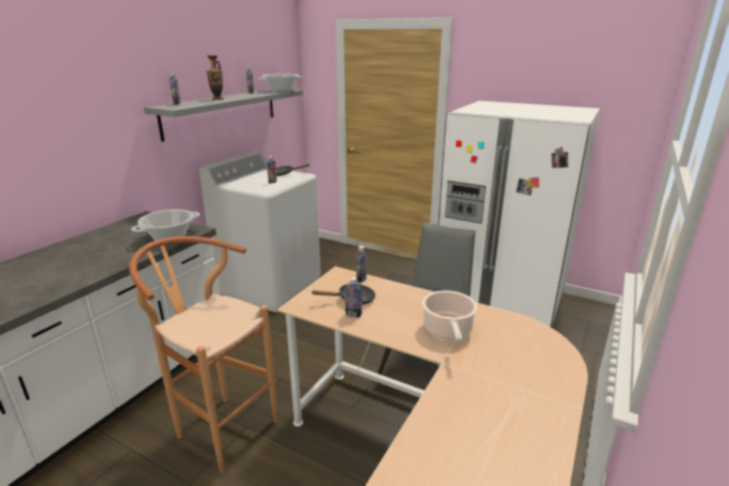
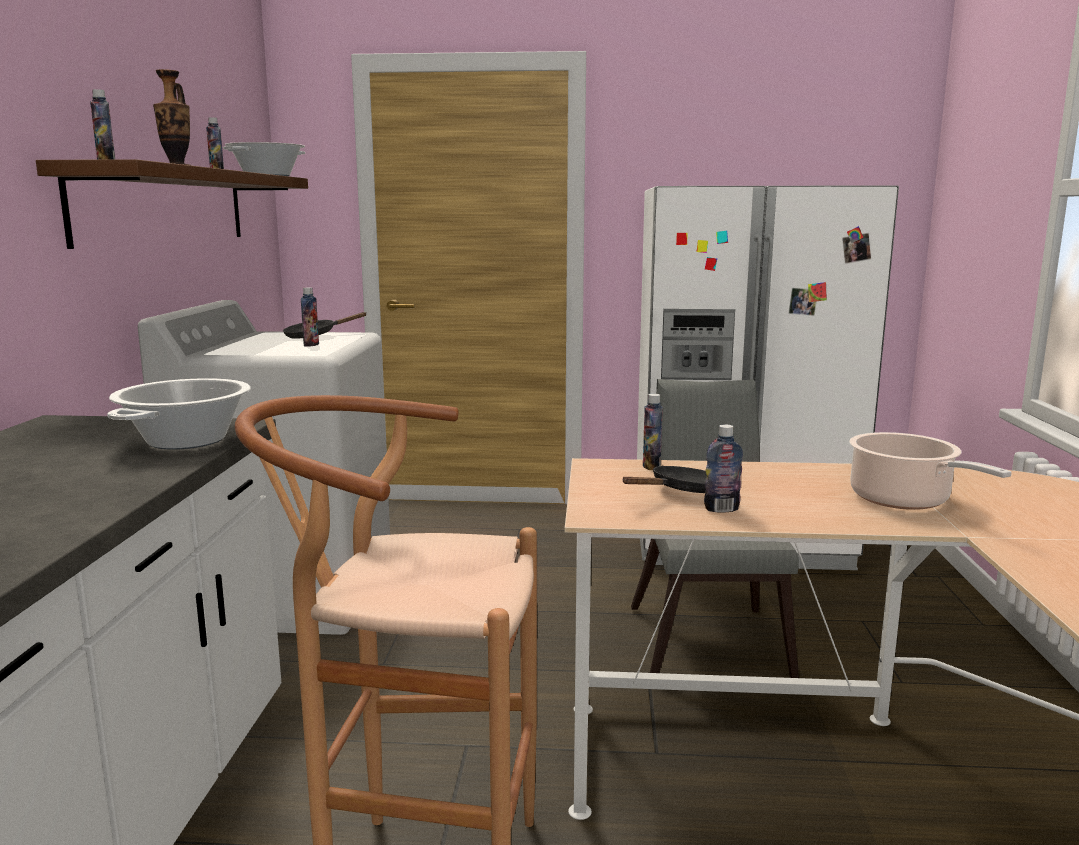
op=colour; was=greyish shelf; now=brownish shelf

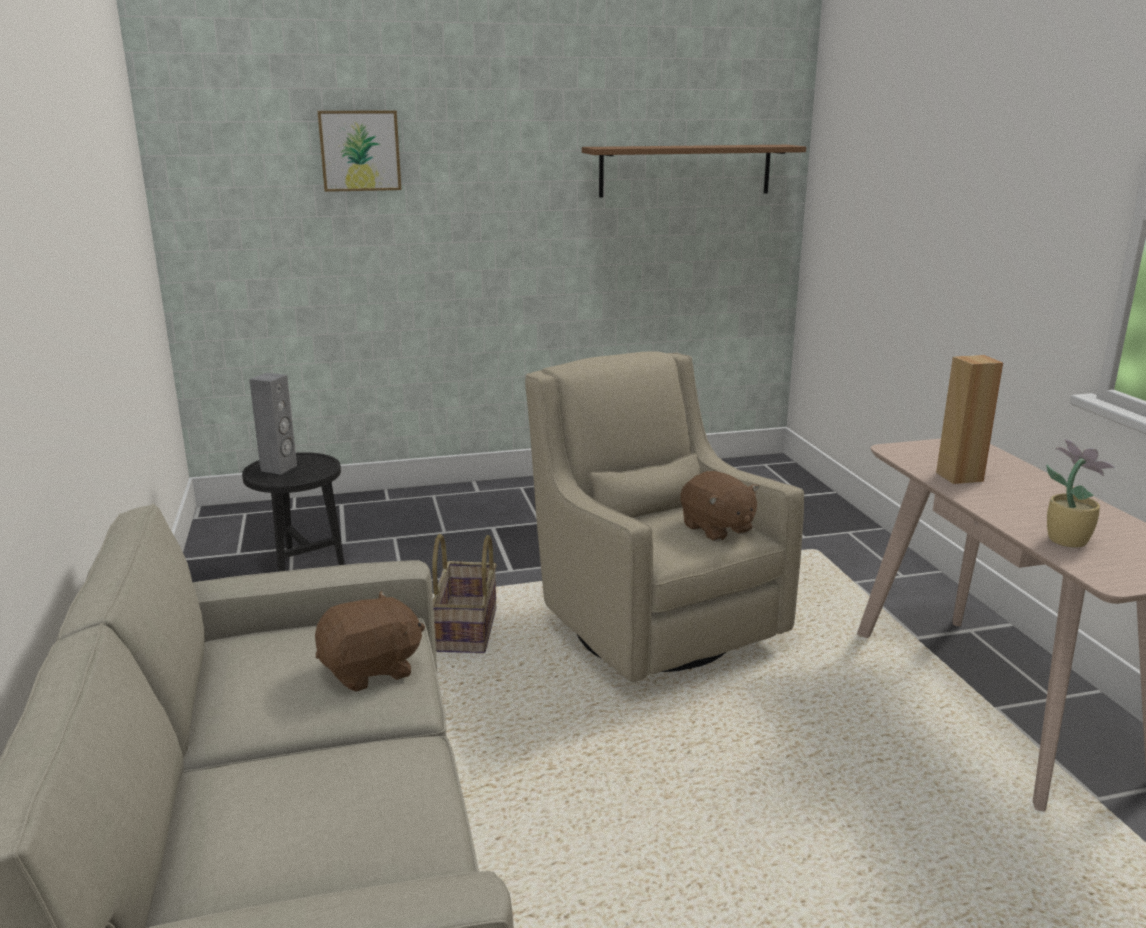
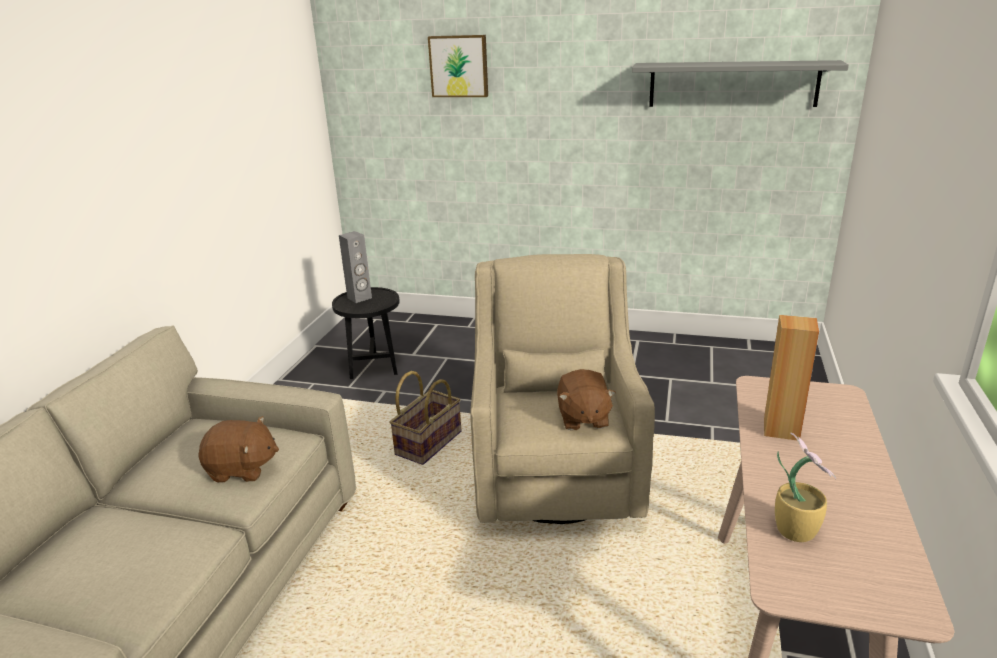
op=colour; was=brownish shelf; now=greyish shelf

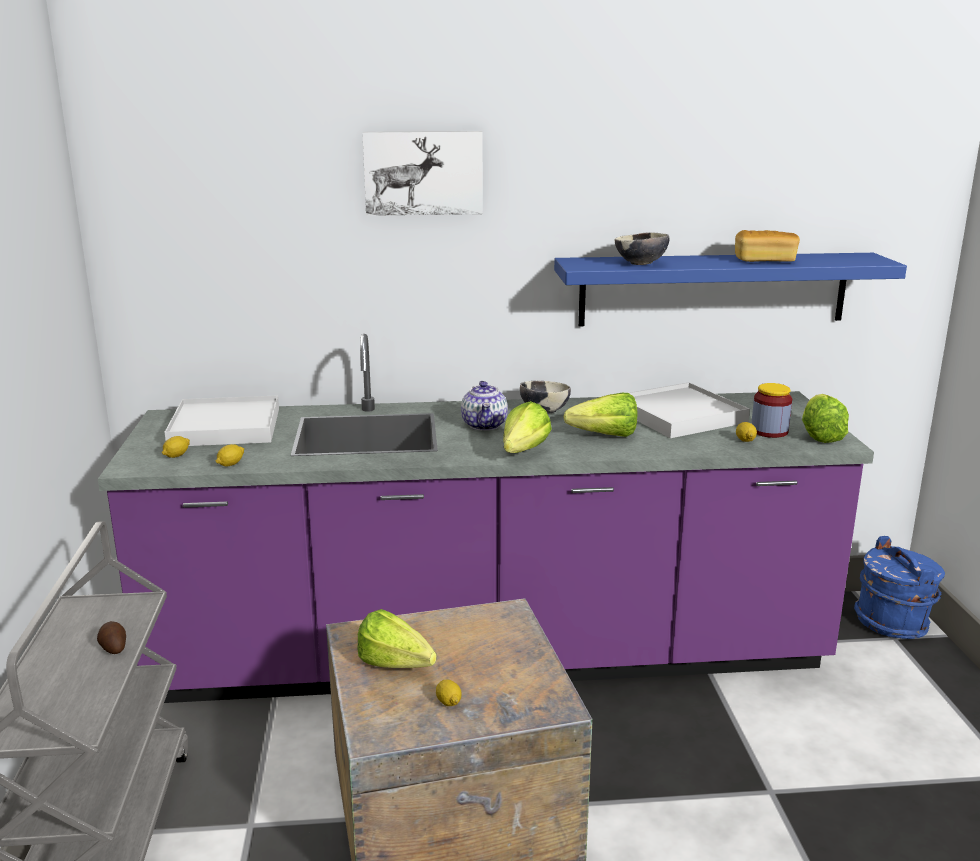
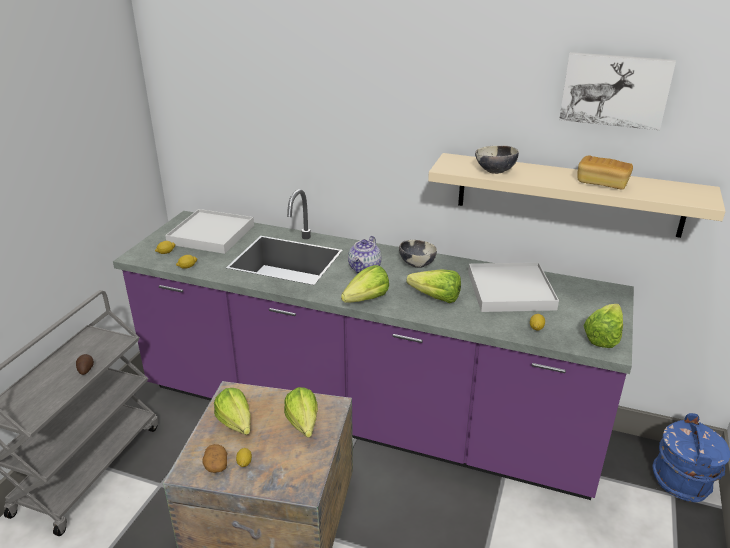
op=appeared; now=potato (no. 2 from left)
op=appeared; now=head of lettuce (no. 2 from left)
op=colour; was=blue shelf; now=beige shelf
op=relocated; was=wall art
op=missing; was=preserve jar

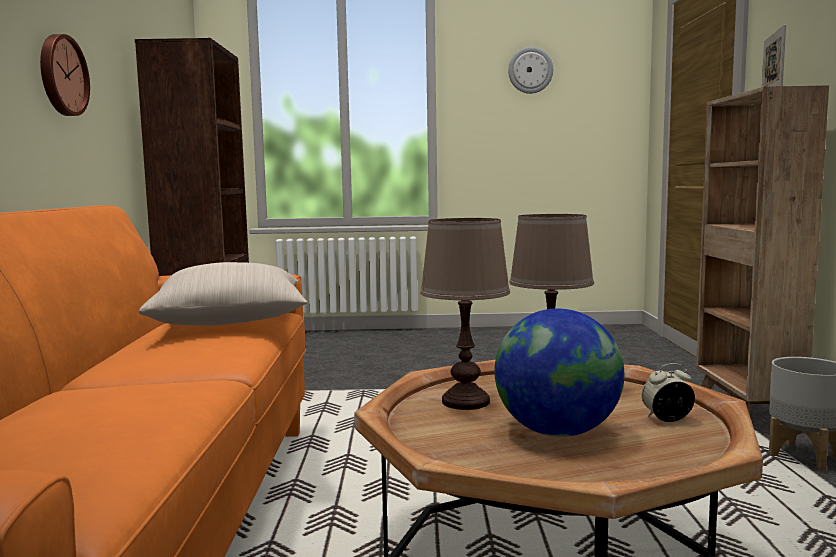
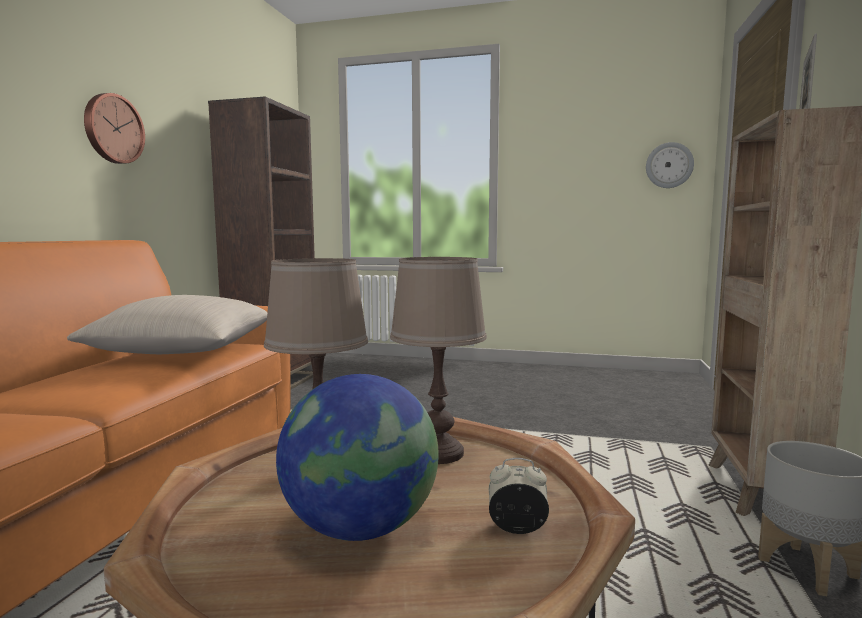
op=relocated; was=hanging clock (no. 2 from left)

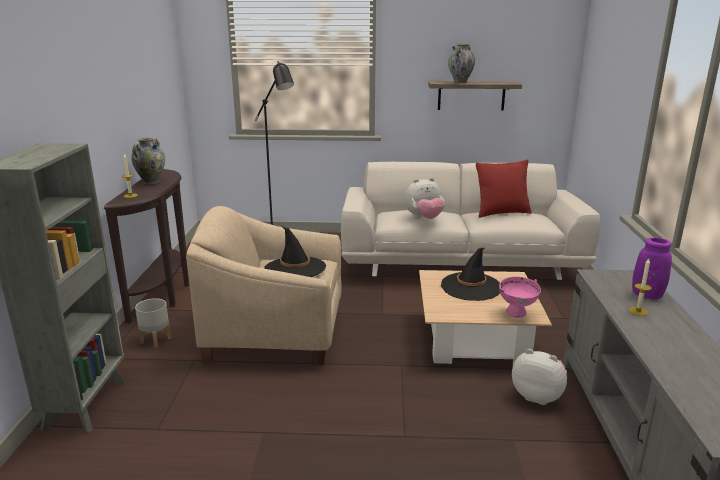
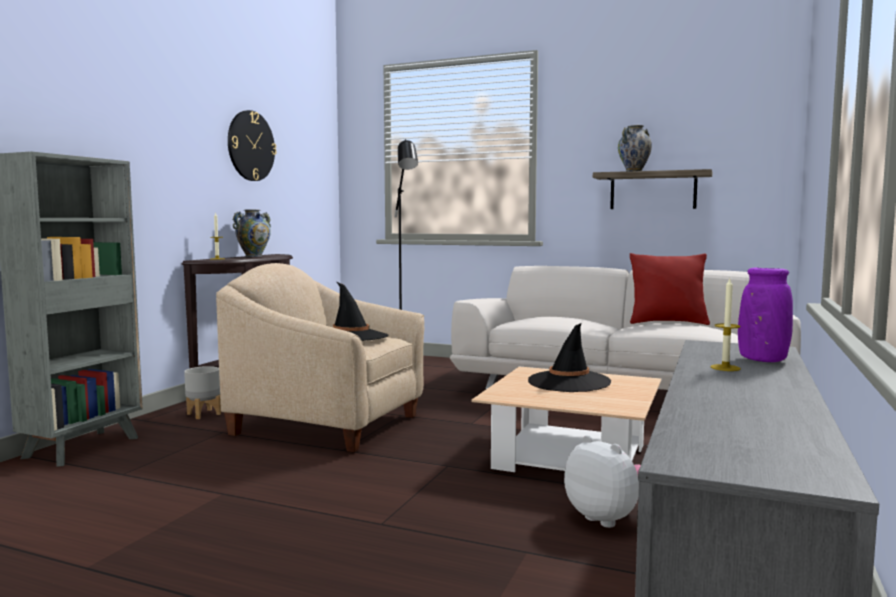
op=appeared; now=hanging clock
op=missing; was=plush toy (no. 1 from left)
op=missing; was=pinkish bowl

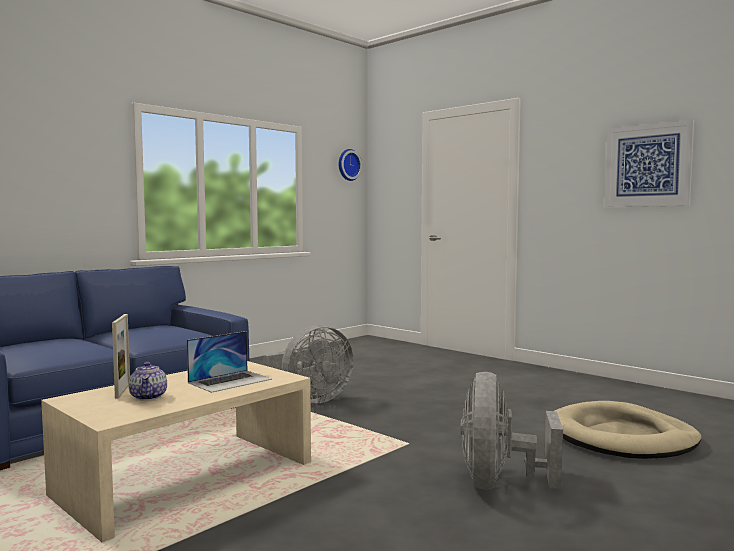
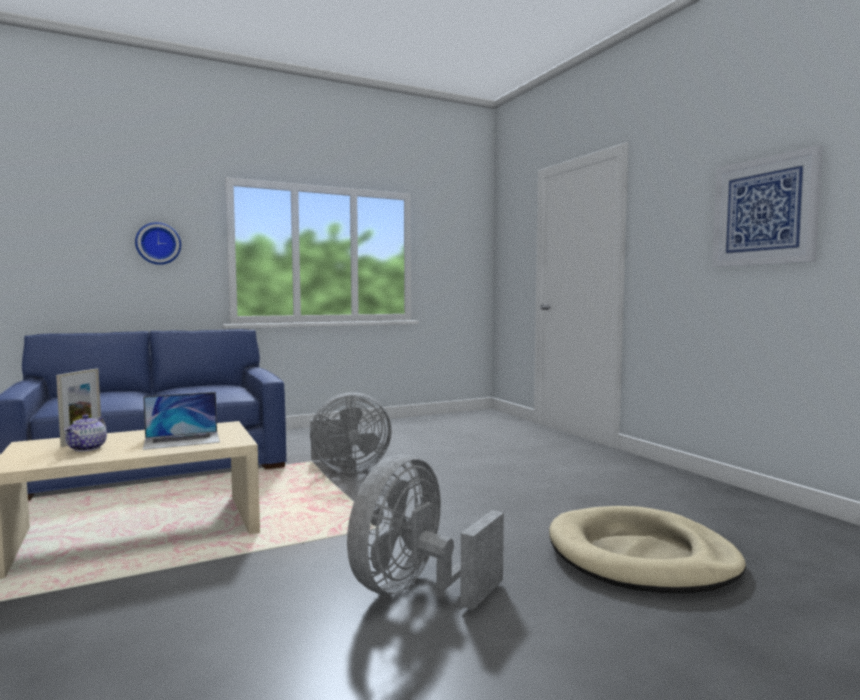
op=relocated; was=hanging clock

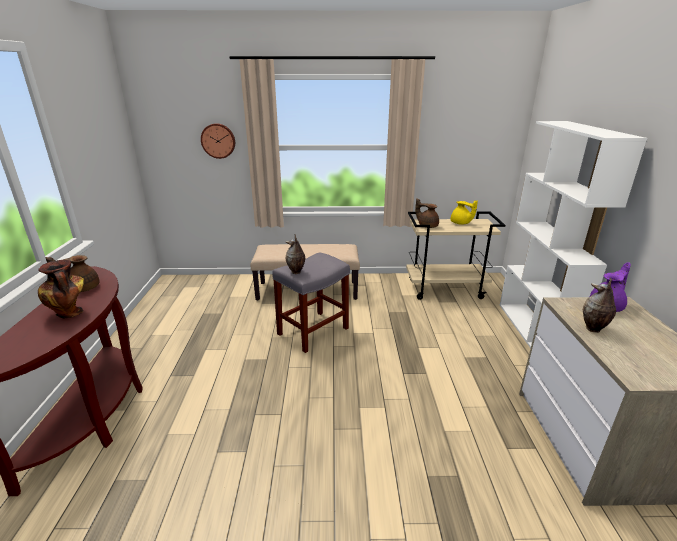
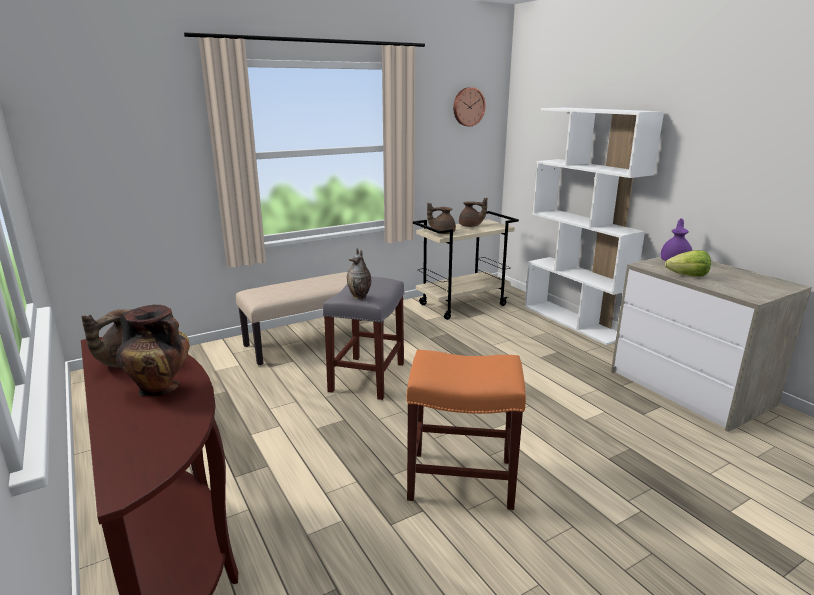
op=appeared; now=orangey sitting stool
op=relocated; was=hanging clock
op=colour; was=yellow-coloured pot for tea; now=brownish pot for tea (no. 3 from left)
op=exchanged; was=decorative vase (no. 3 from left); now=head of lettuce

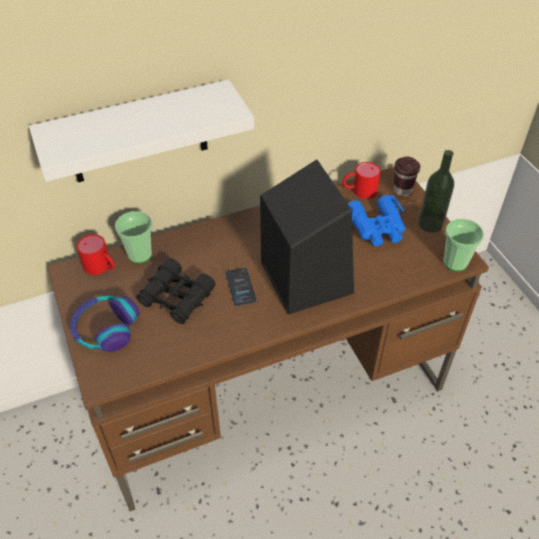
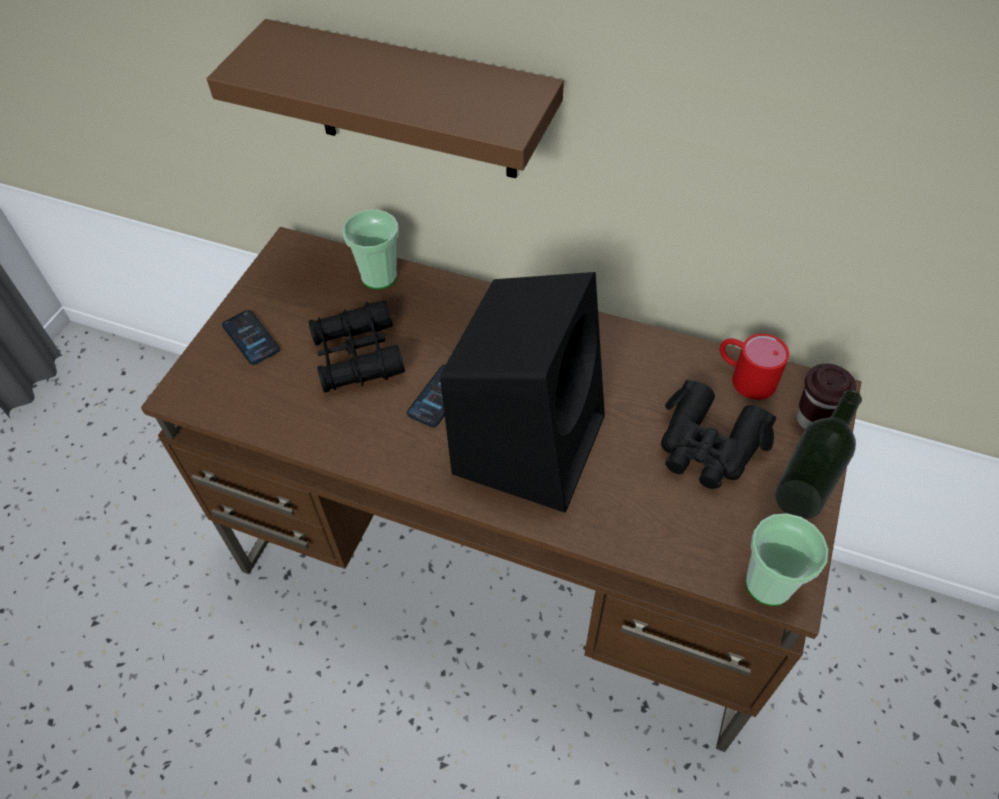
op=colour; was=white-coloured shelf; now=brownish shelf
op=exchanged; was=headphones; now=telephone (no. 1 from left)
op=colour; was=blue binoculars; now=black-coloured binoculars (no. 2 from left)
op=missing; was=reddish mug (no. 1 from left)

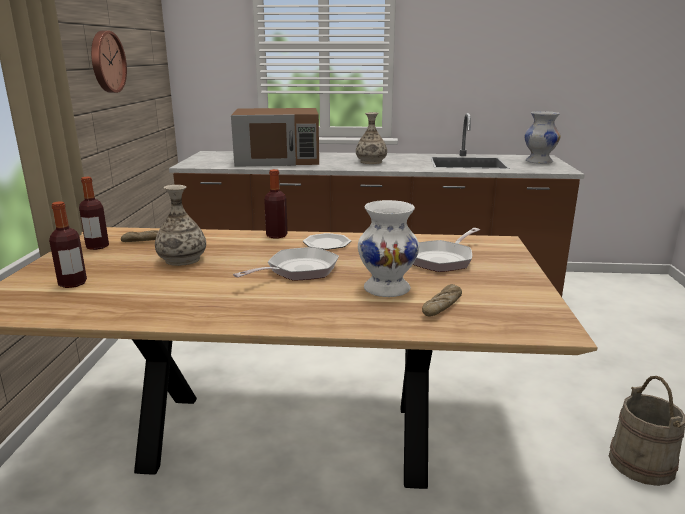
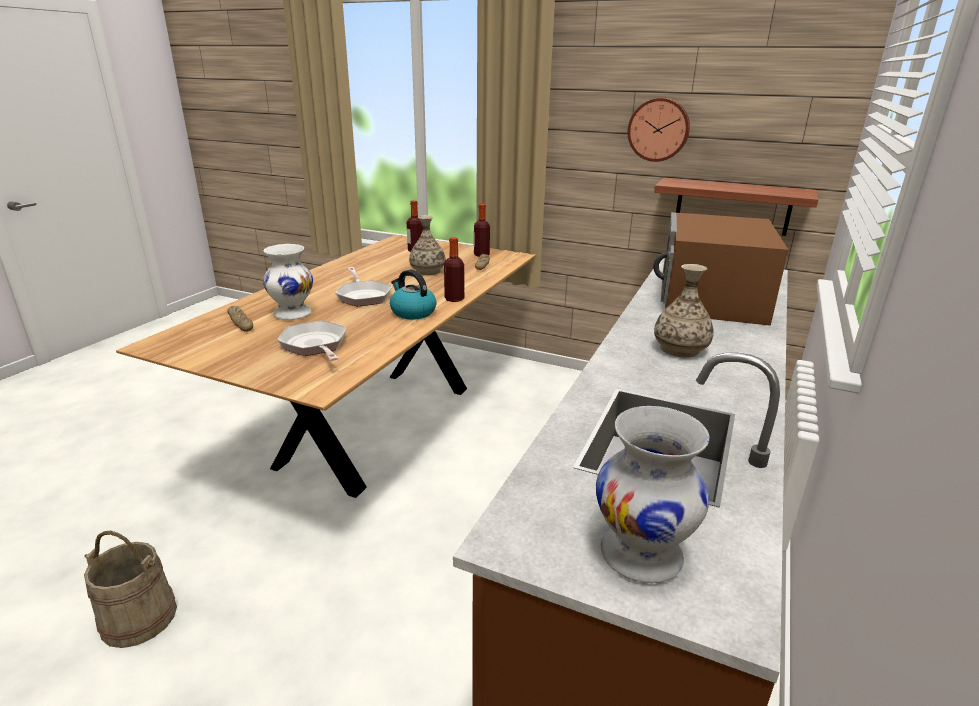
op=exchanged; was=flat dish; now=tea kettle
op=appeared; now=shelf

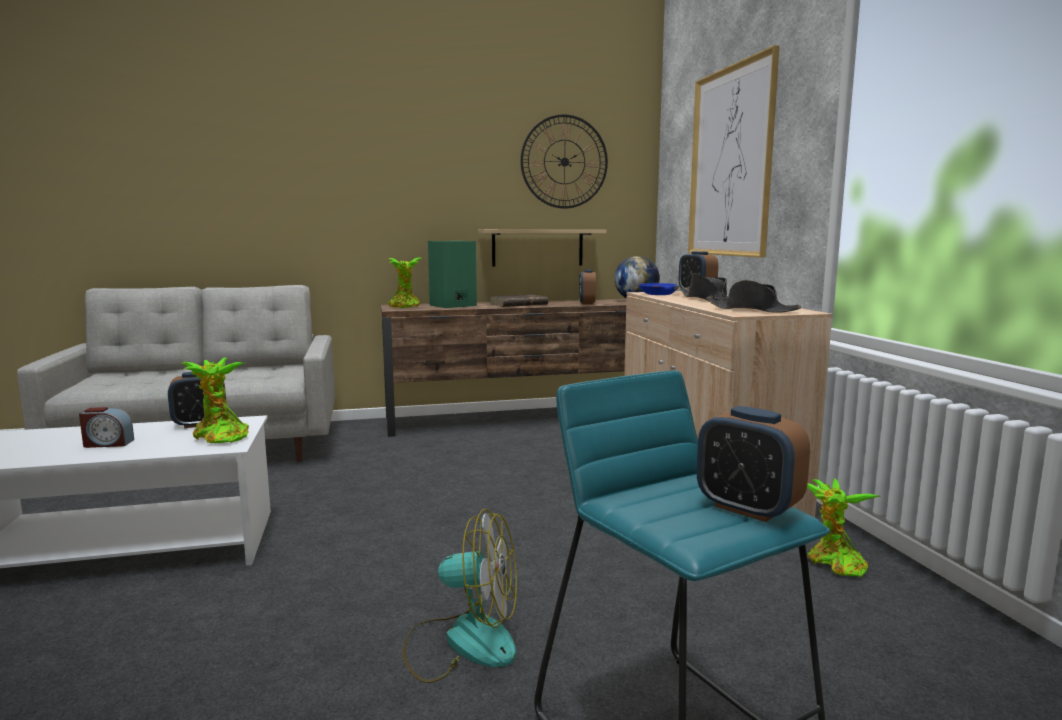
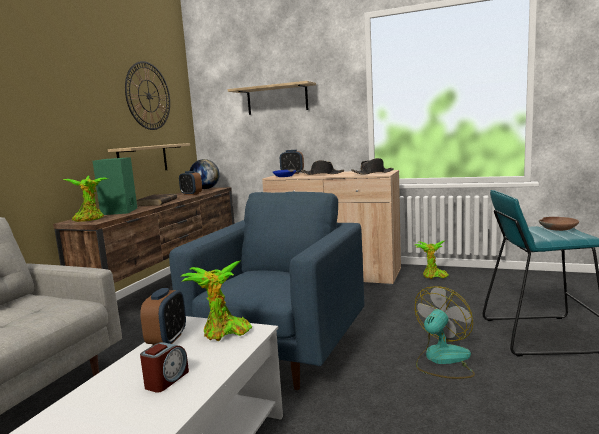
op=appeared; now=blue armchair
op=exchanged; was=wall art; now=shelf (no. 2 from left)
op=exchanged; was=table clock (no. 5 from left); now=brownish bowl

